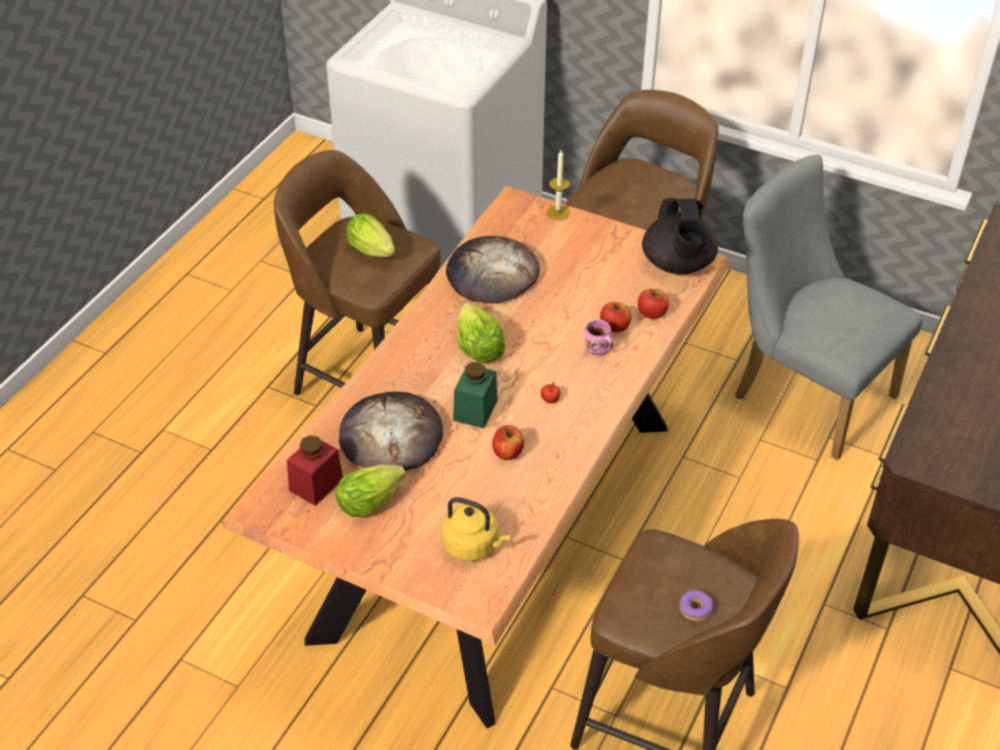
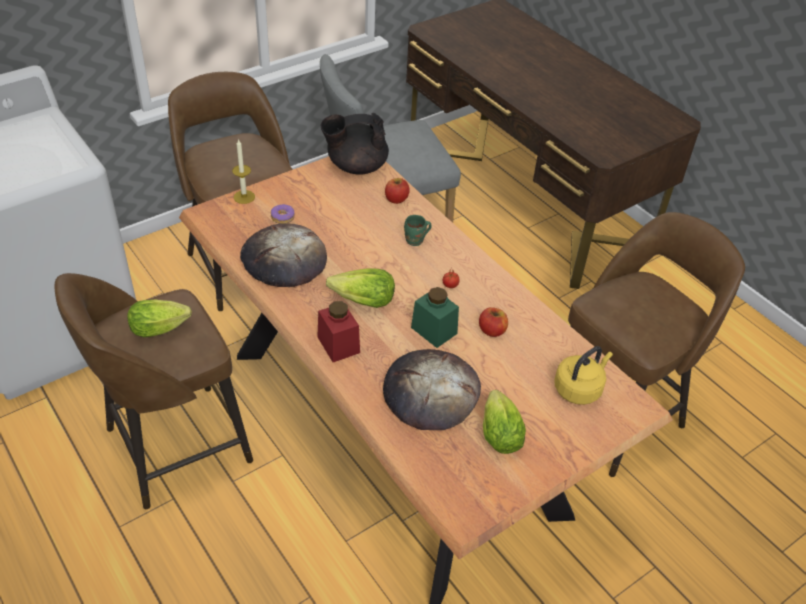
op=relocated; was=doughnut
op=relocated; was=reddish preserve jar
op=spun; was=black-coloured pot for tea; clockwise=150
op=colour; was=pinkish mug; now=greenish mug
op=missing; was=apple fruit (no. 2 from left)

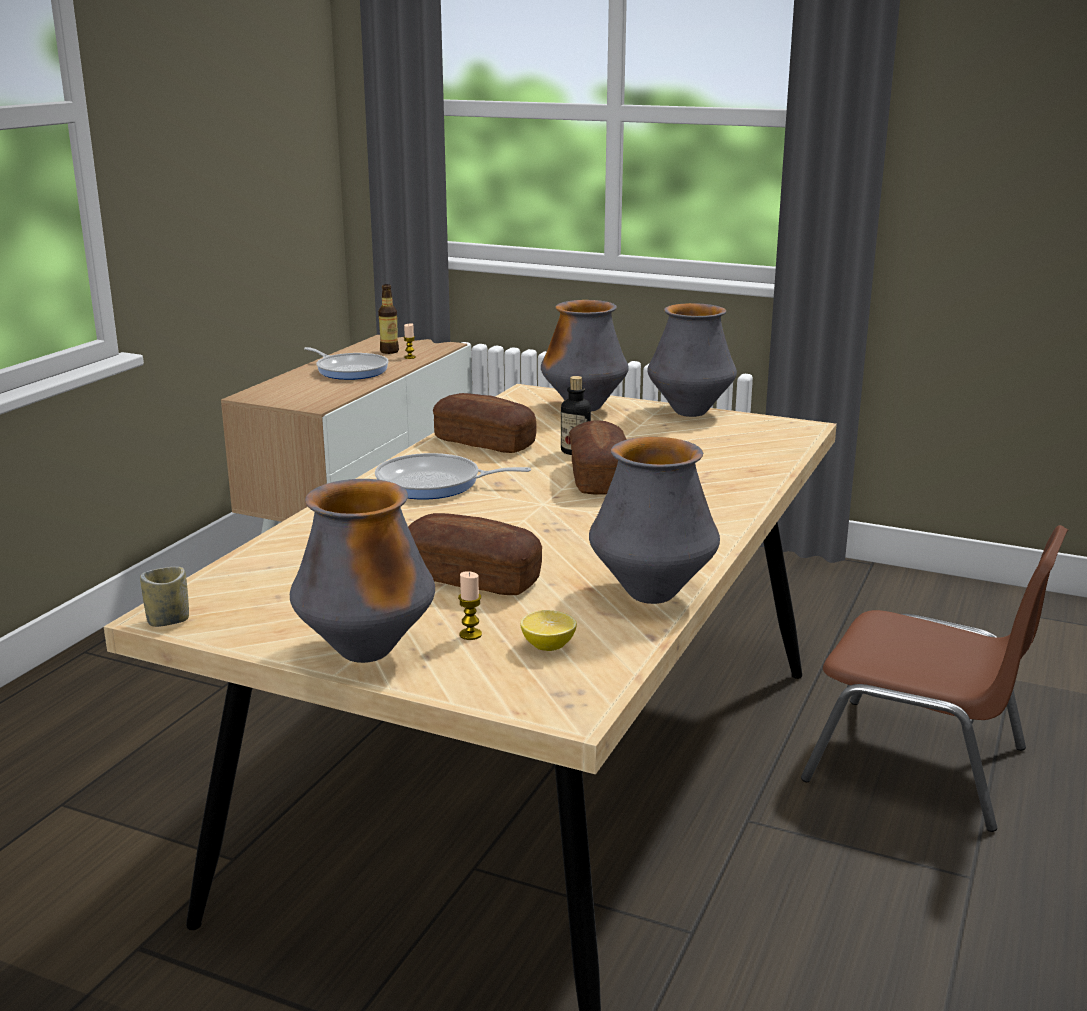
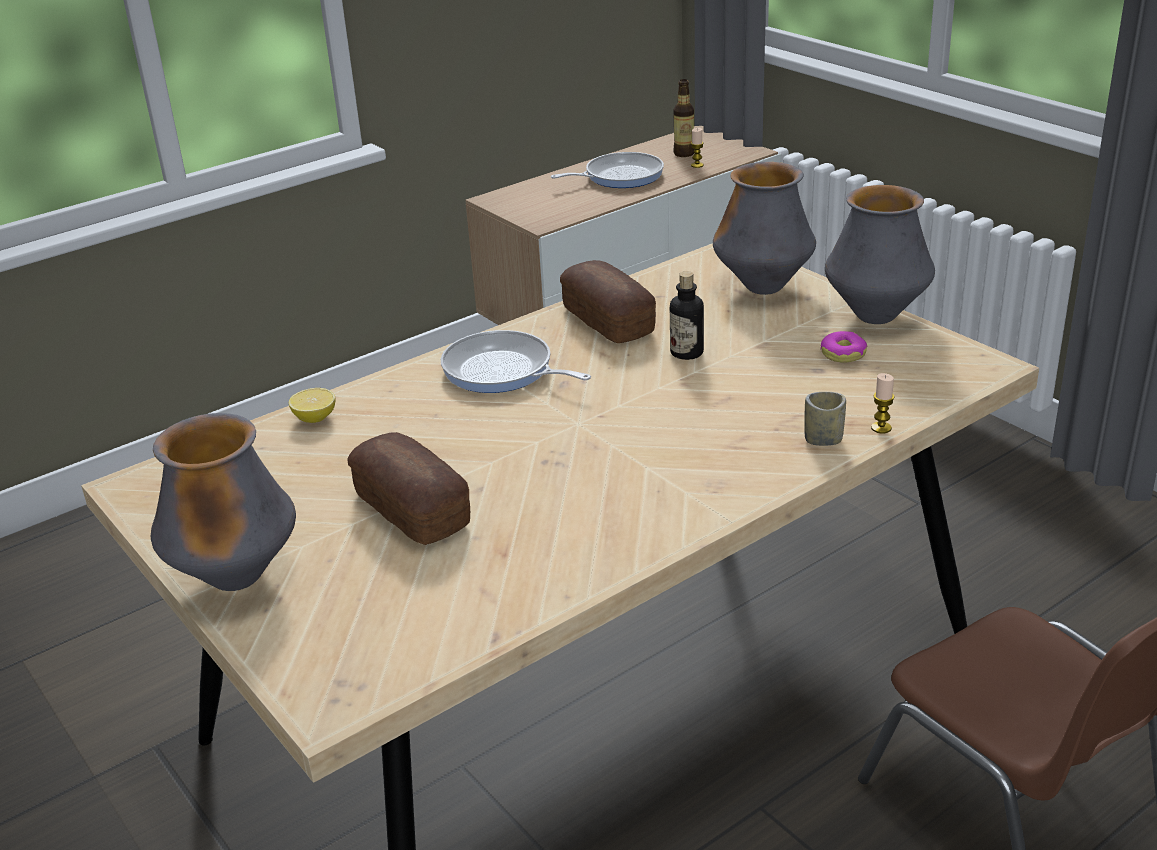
op=relocated; was=lemon
op=spun; was=skillet (no. 1 from left in the first image); clockwise=-90
op=relocated; was=drinking cup
op=appeared; now=doughnut
op=relocated; was=wax light (no. 2 from left)
op=missing; was=baked bread (no. 3 from left)
op=missing; was=decorative vase (no. 3 from left)

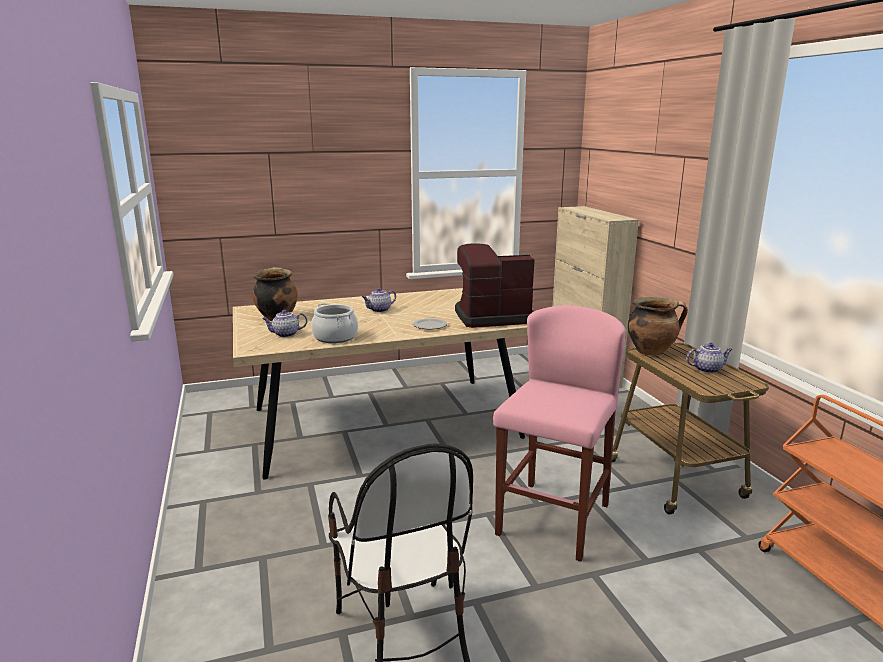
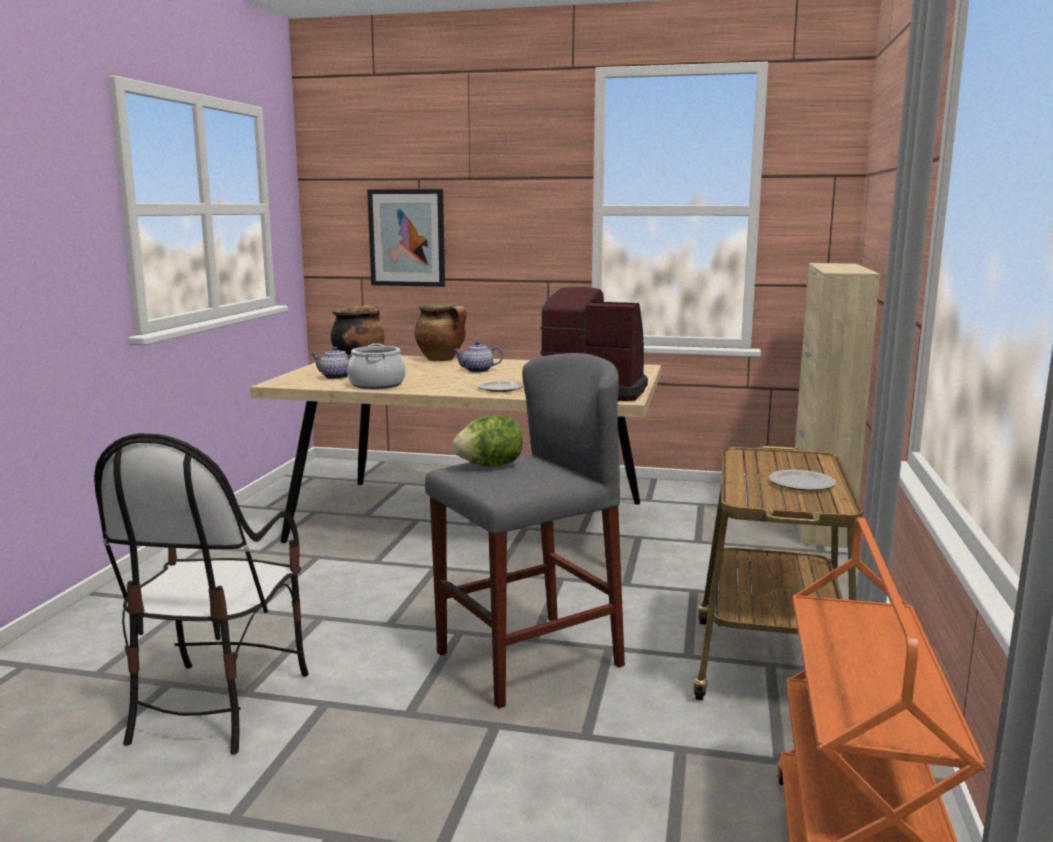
op=appeared; now=wall art
op=relocated; was=cooking pot (no. 3 from left)
op=colour; was=pinkish sitting stool; now=greyish sitting stool
op=appeared; now=head of lettuce
op=exchanged; was=pot for tea (no. 3 from left); now=flat dish (no. 2 from left)

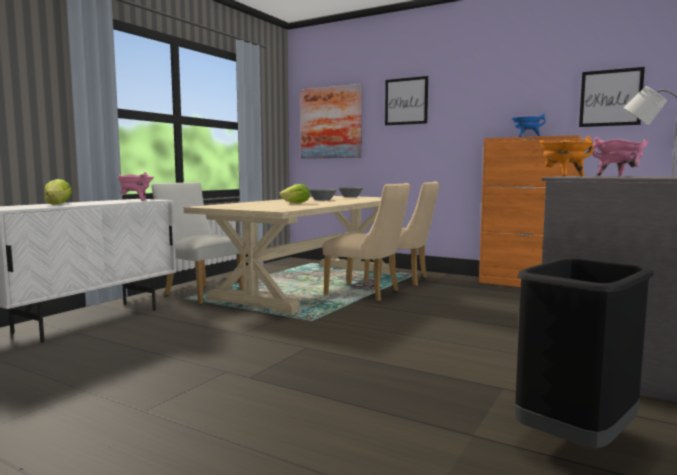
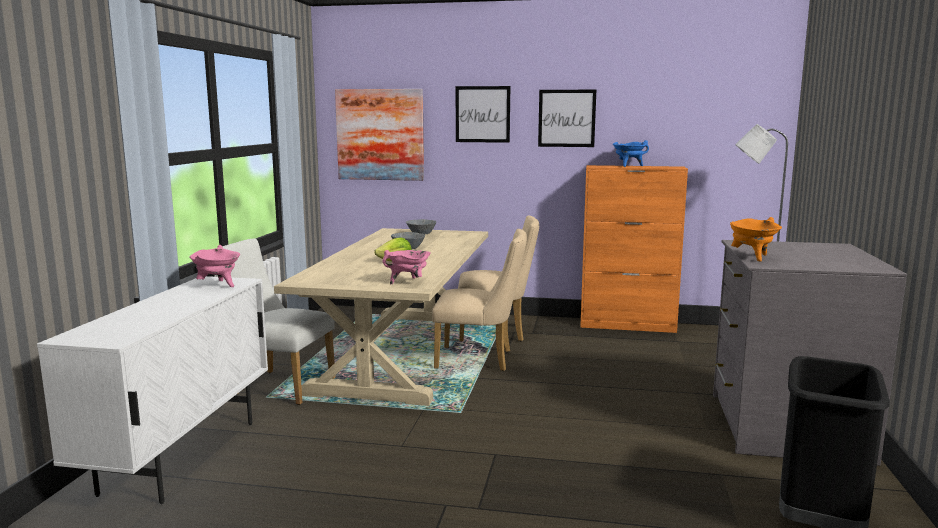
op=relocated; was=pinkish cooking pot (no. 2 from left)
op=relocated; was=wall art (no. 3 from left)
op=missing; was=head of lettuce (no. 1 from left)

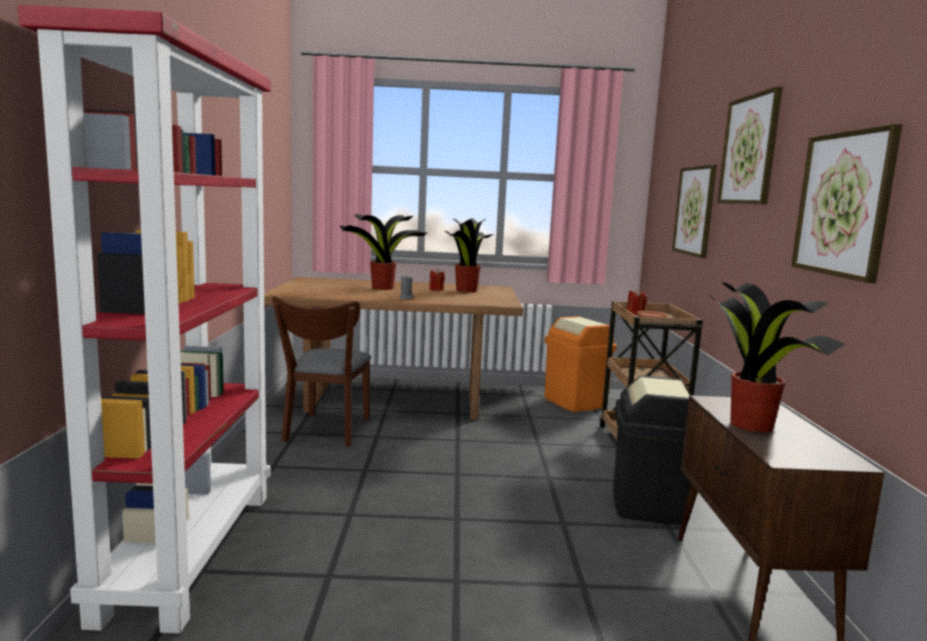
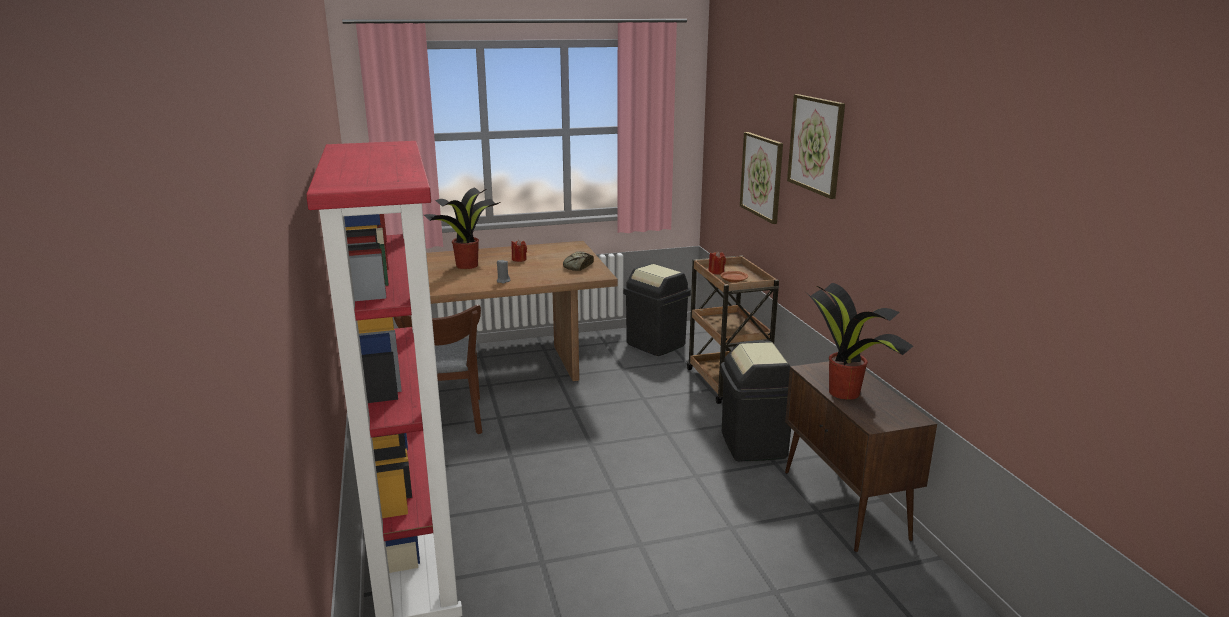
op=appeared; now=baked bread
op=colour; was=orangey waste bin; now=black-coloured waste bin (no. 1 from left)
op=missing; was=potted plant (no. 2 from left)
op=missing; was=wall art (no. 3 from left)

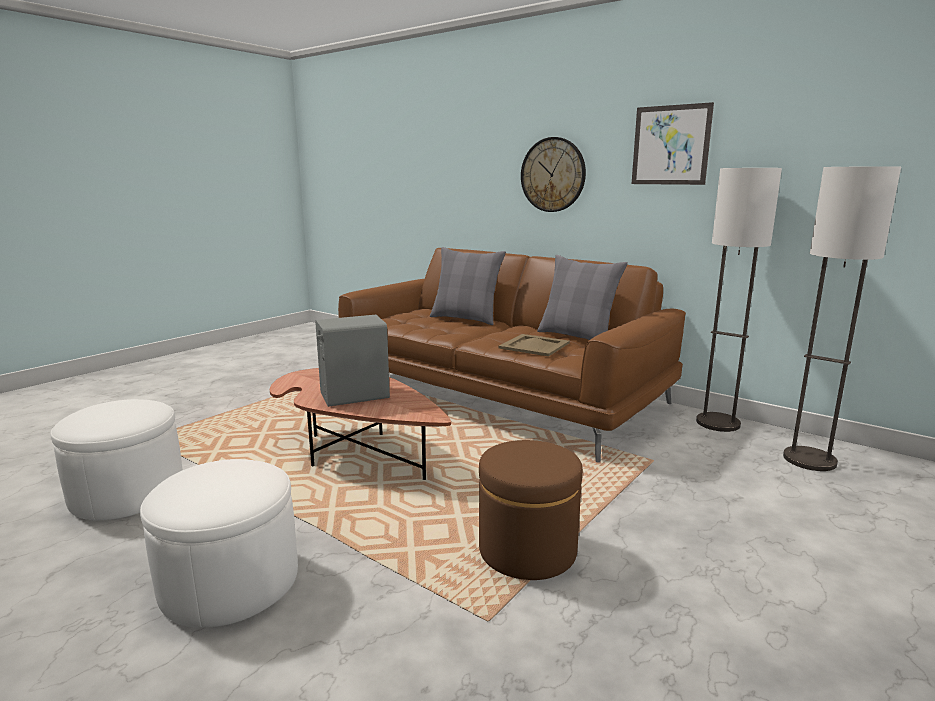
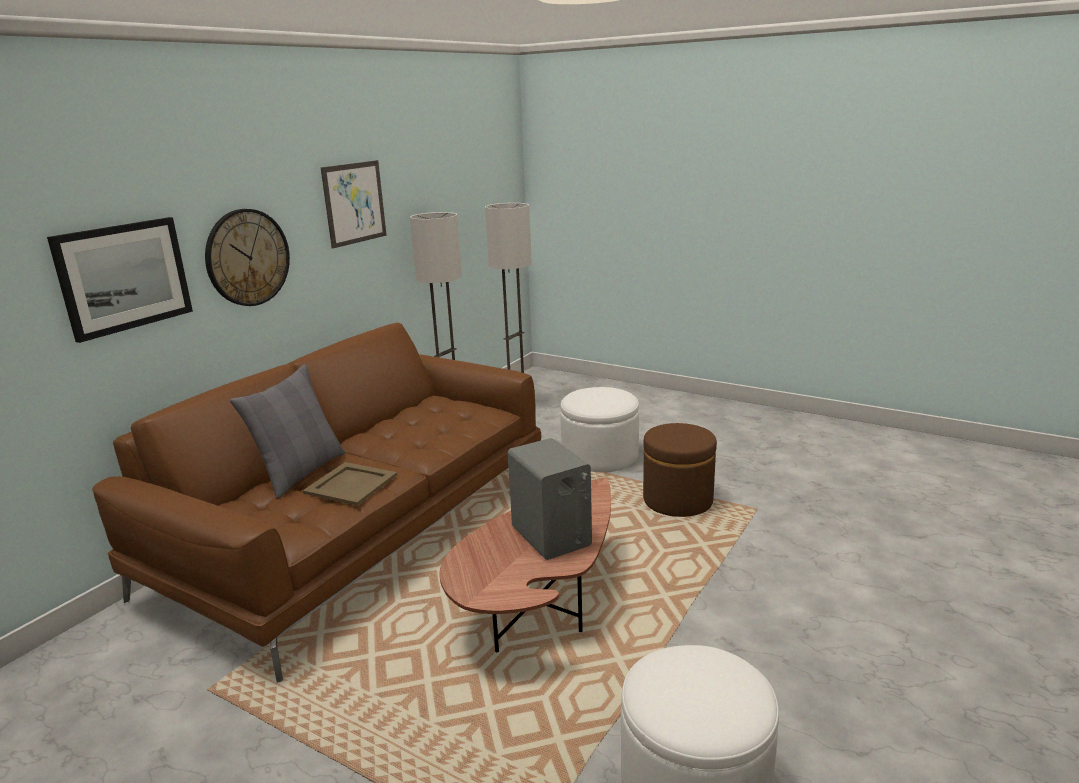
op=appeared; now=wall art (no. 1 from left)
op=relocated; was=beige tray
op=relocated; was=white-coloured ottoman (no. 2 from left in the first image); now=white-coloured ottoman (no. 1 from left)
op=missing; was=greyish cushion (no. 2 from left)

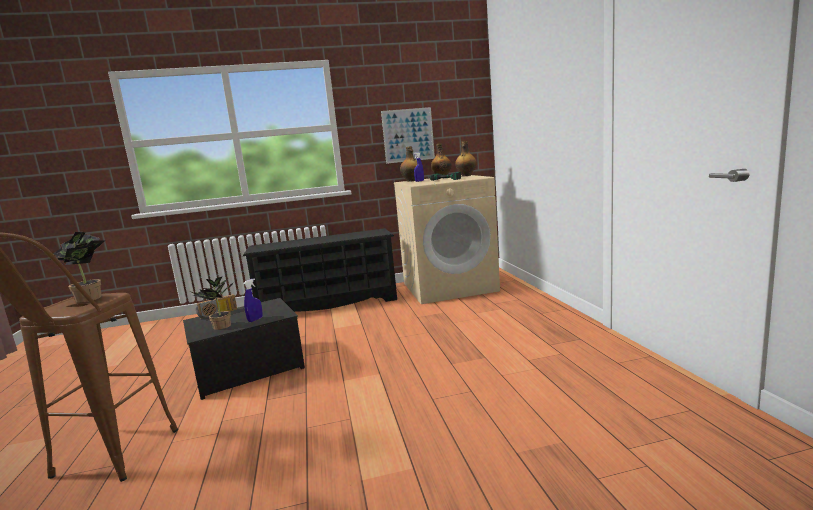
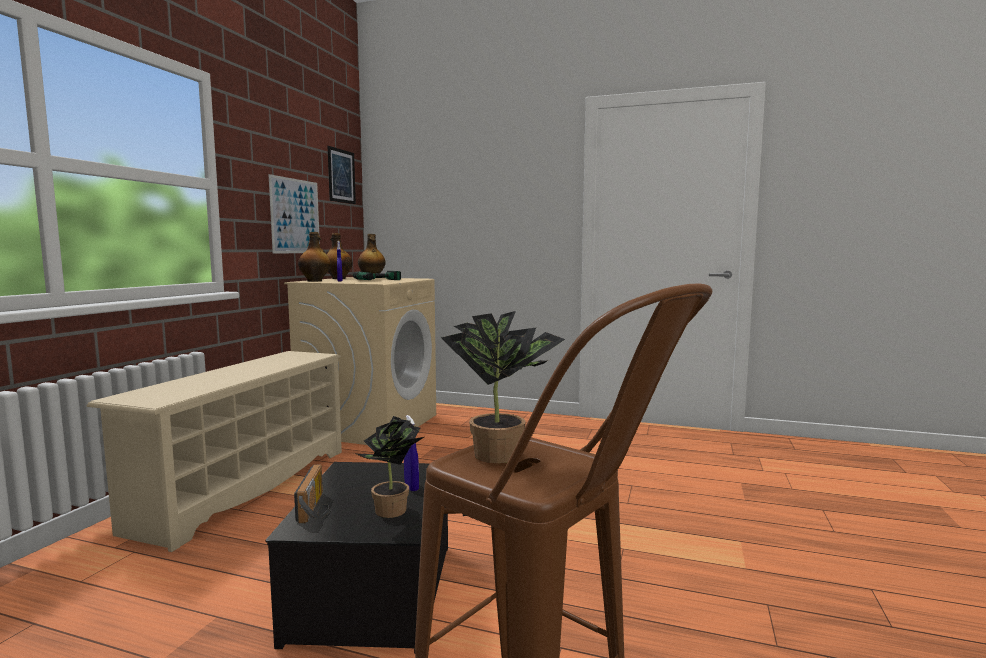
op=colour; was=black-coloured shoe stand; now=beige shoe stand
op=appeared; now=wall art (no. 2 from left)

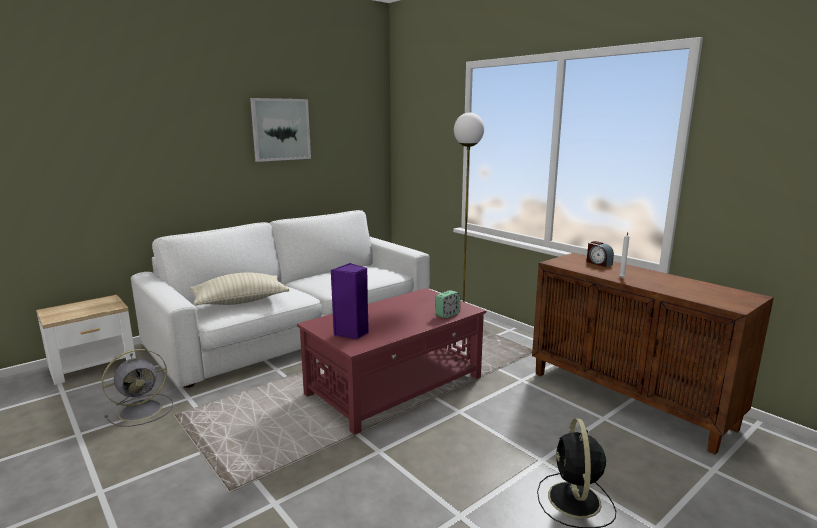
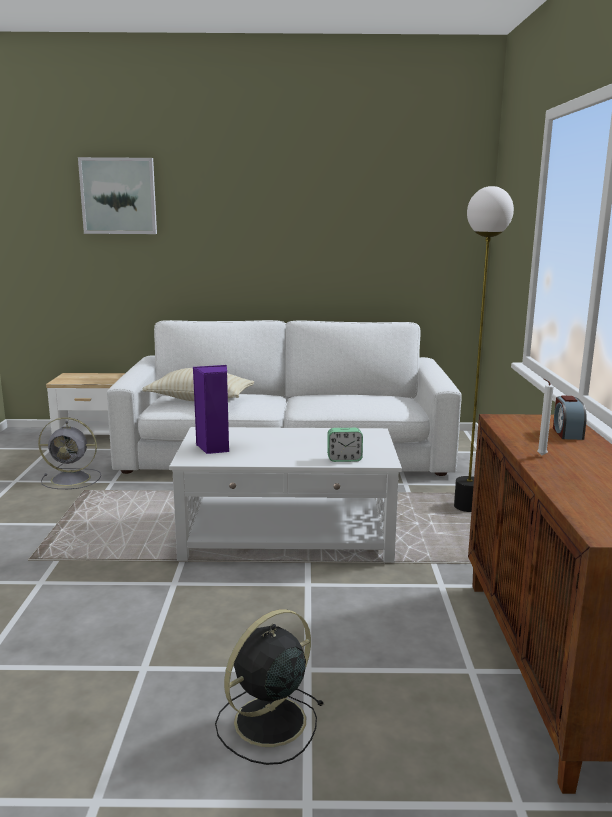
op=relocated; was=wall art
op=colour; was=reddish lounge table; now=white-coloured lounge table

